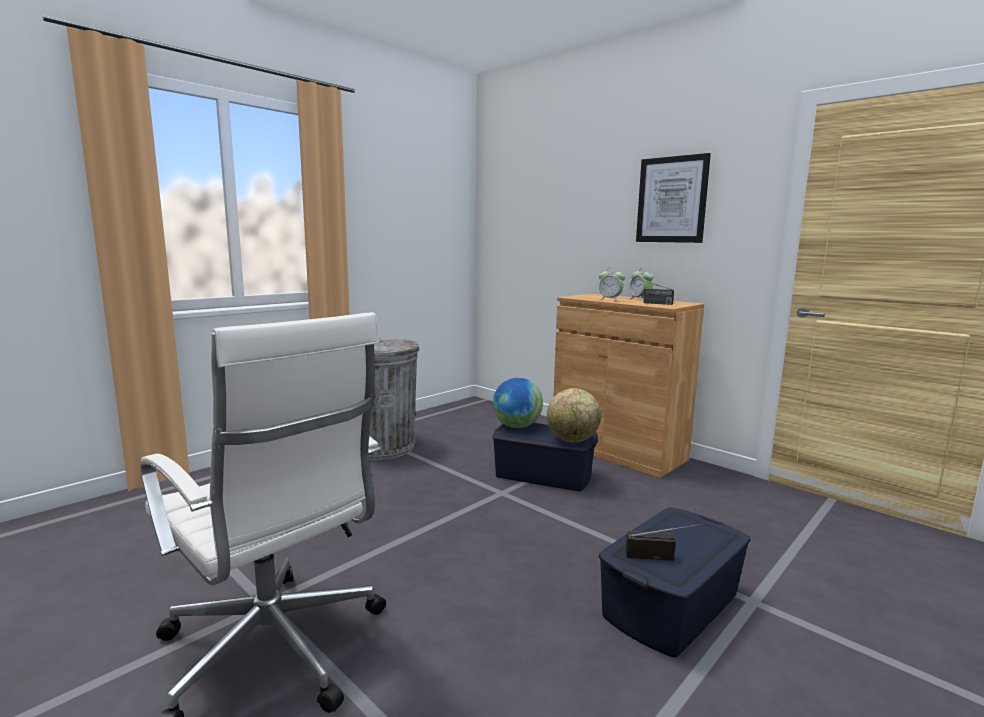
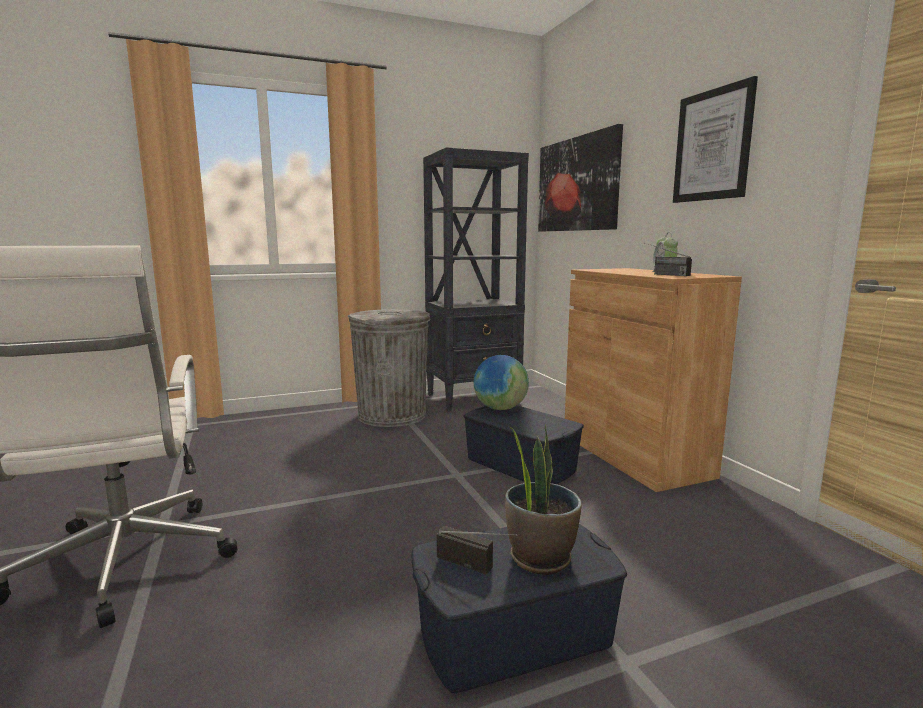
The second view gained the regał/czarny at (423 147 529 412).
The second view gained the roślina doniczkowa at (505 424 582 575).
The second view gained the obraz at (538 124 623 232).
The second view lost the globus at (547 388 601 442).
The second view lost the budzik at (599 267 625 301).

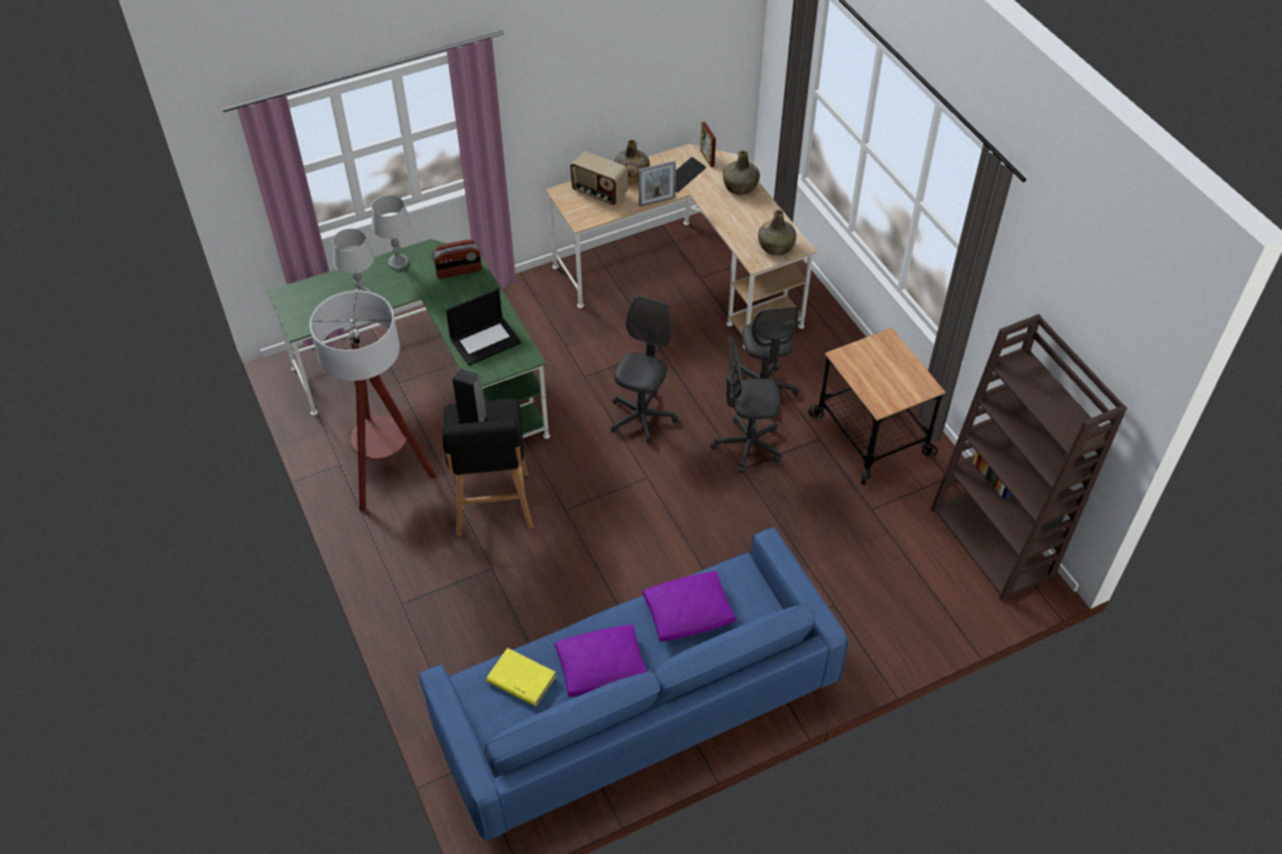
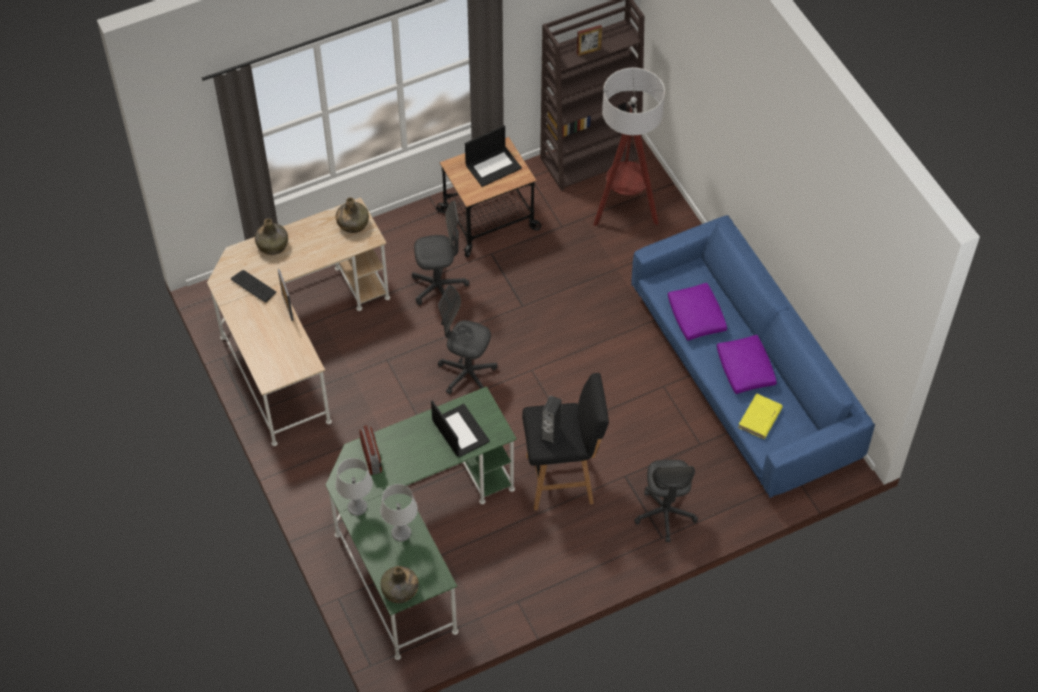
The butelka/zielony ended up elsewhere, having gone from (614 140 650 183) to (381 566 419 603).
The second view gained the laptop at (465 125 522 187).
The ramka na zdjęcie ended up elsewhere, having gone from (700 122 716 167) to (577 25 602 56).
The lampa stojąca ended up elsewhere, having gone from (310 290 436 512) to (593 68 665 226).
The krzesło biurowe/szary ended up elsewhere, having gone from (711 336 781 474) to (634 460 698 542).
The second view lost the radio at (570 151 628 205).

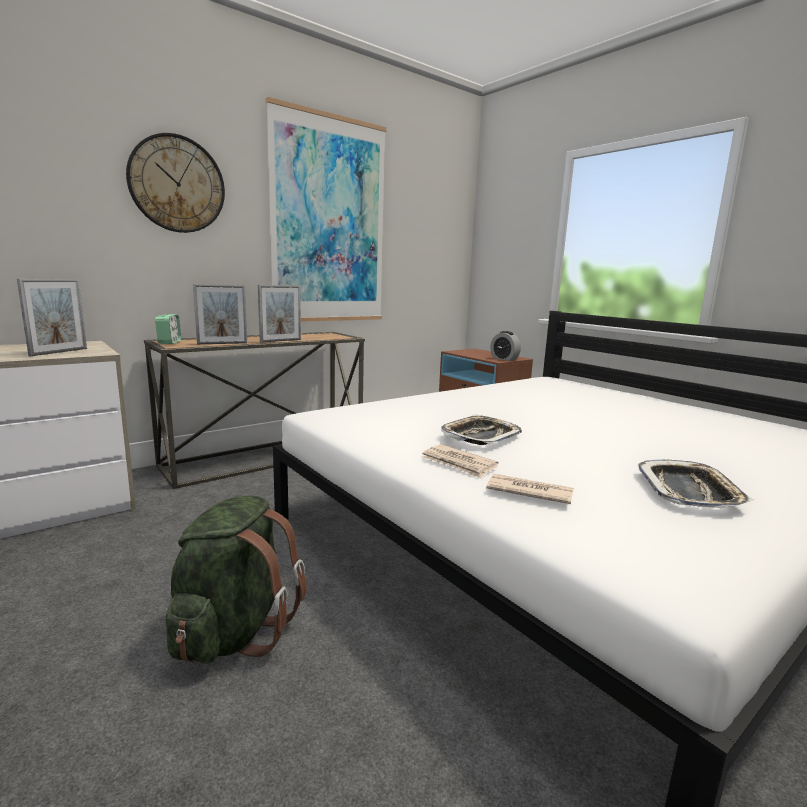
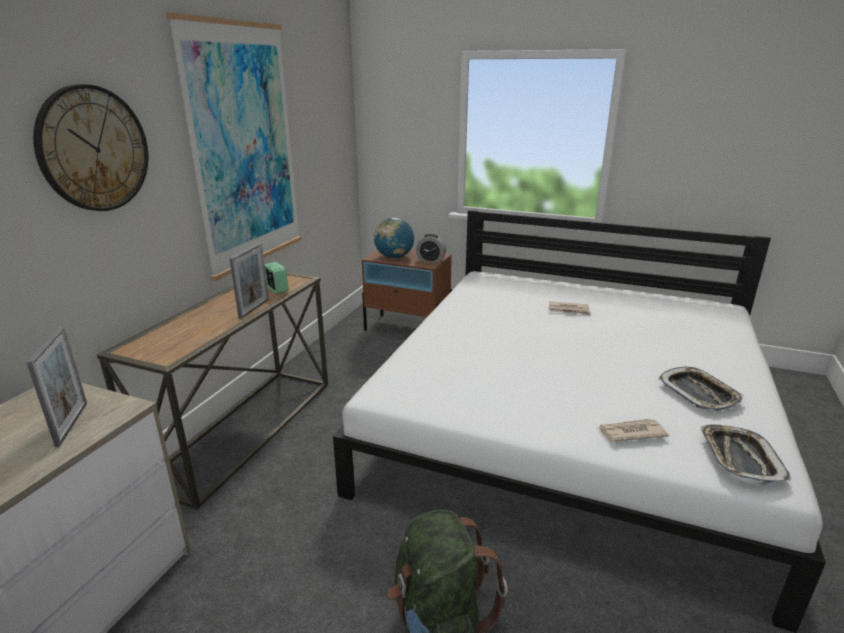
The budzik ended up elsewhere, having gone from (155 314 181 344) to (264 262 289 294).
The second view gained the globus at (374 218 414 259).
The gazeta ended up elsewhere, having gone from (421 444 498 479) to (549 301 591 315).
The taca ended up elsewhere, having gone from (441 415 522 445) to (700 424 791 486).
The second view lost the ramka na zdjęcie at (193 284 247 344).

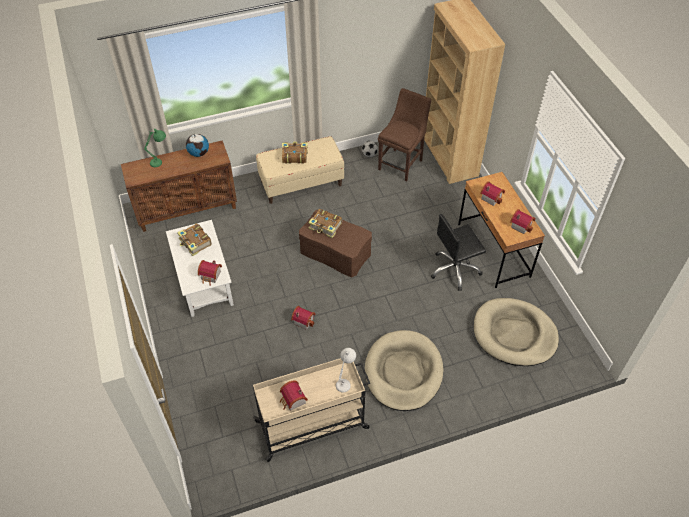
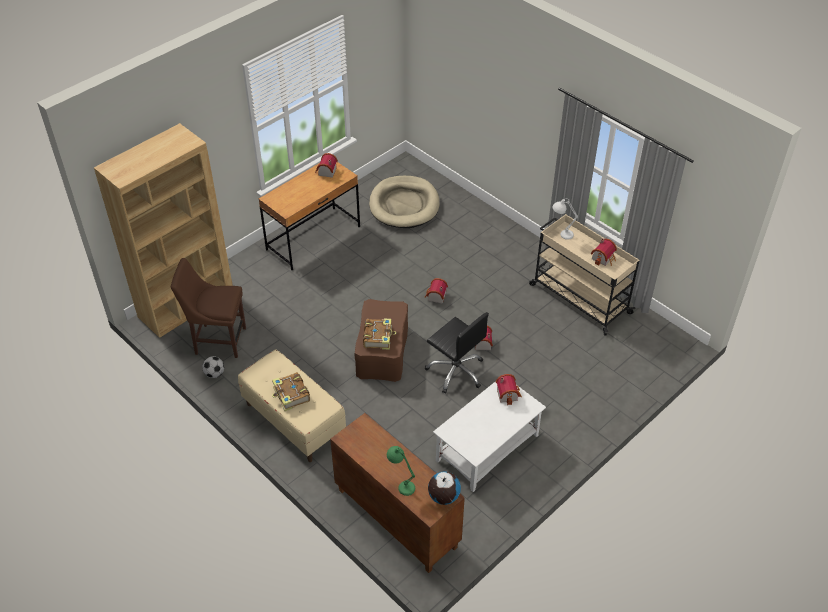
The domek ended up elsewhere, having gone from (480 181 505 206) to (425 278 448 304).
The krzesło biurowe/czarny ended up elsewhere, having gone from (431 214 486 291) to (425 312 489 394).
The globus ended up elsewhere, having gone from (186 134 209 157) to (428 472 461 505).
The second view lost the książka at (177 223 212 256).
The second view lost the legowisko/beżowy at (365 330 444 411).

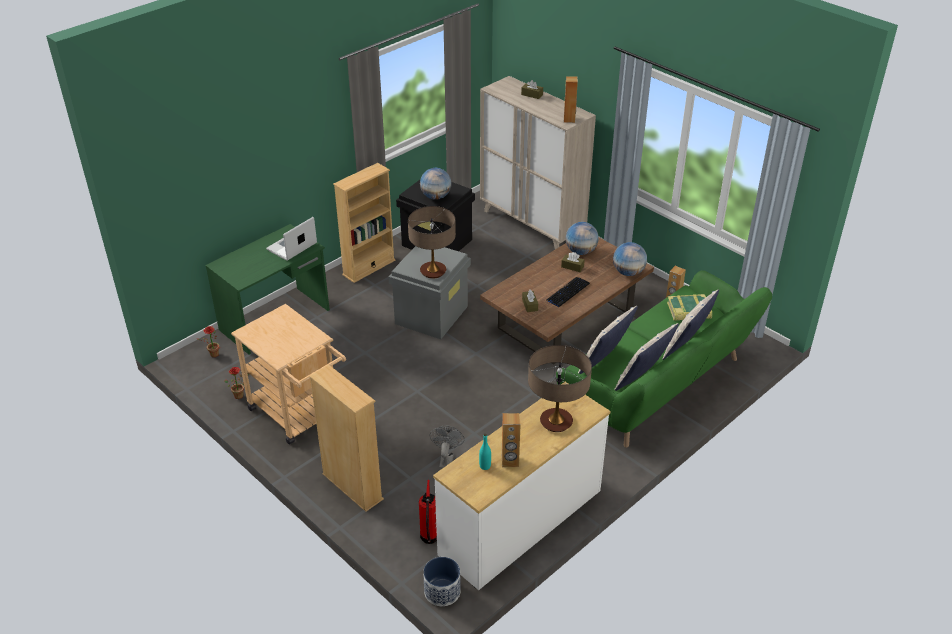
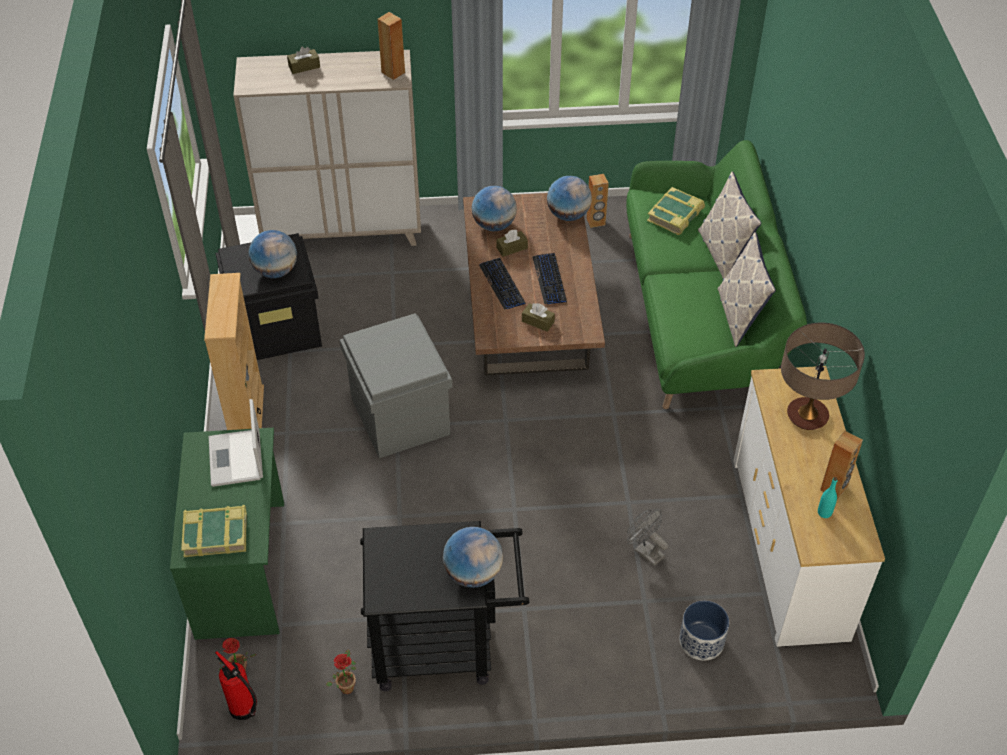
The second view gained the książka at (181 505 247 557).
The gaśnica ended up elsewhere, having gone from (419 480 437 544) to (215 651 257 720).
What was the wózek/beżowy at (231 304 346 445) turned into the wózek/czarny at (360 521 529 691).
The second view gained the globus at (443 527 503 588).
The second view gained the klawiatura at (479 258 526 310).
The donica ended up elsewhere, having gone from (423 557 461 606) to (679 601 729 661).
The second view lost the regał/beżowy at (309 364 384 512).
The second view lost the lampa stołowa at (408 206 456 279).
The second view lost the poduszka at (578 306 638 374).

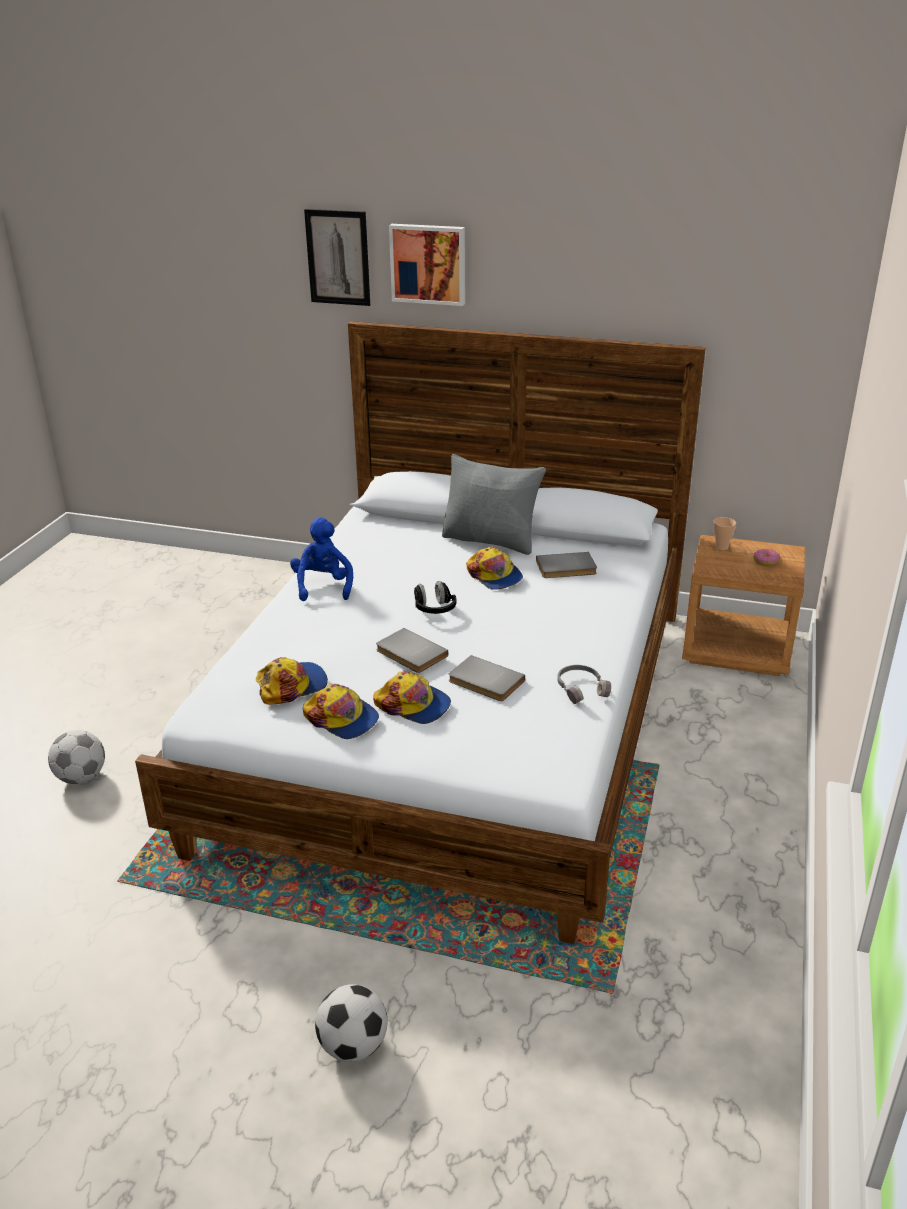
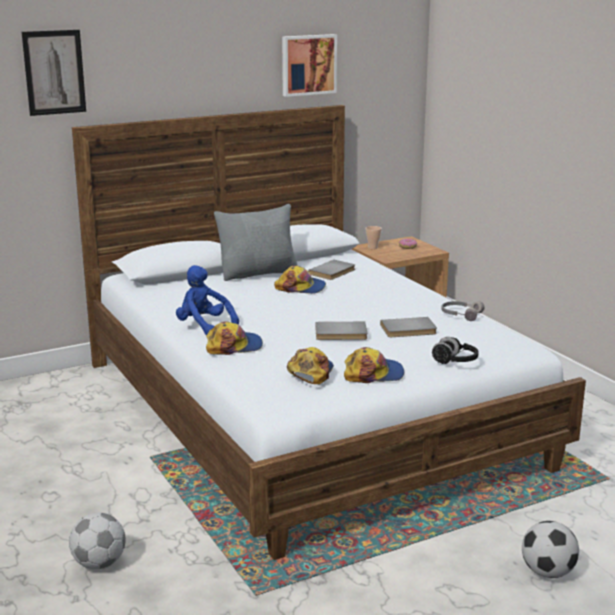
The czapka z daszkiem ended up elsewhere, having gone from (373 671 451 724) to (206 321 263 355).
The obraz ended up elsewhere, having gone from (389 224 465 306) to (282 34 337 97).
The słuchawki/czarny ended up elsewhere, having gone from (414 581 456 614) to (432 337 479 364).

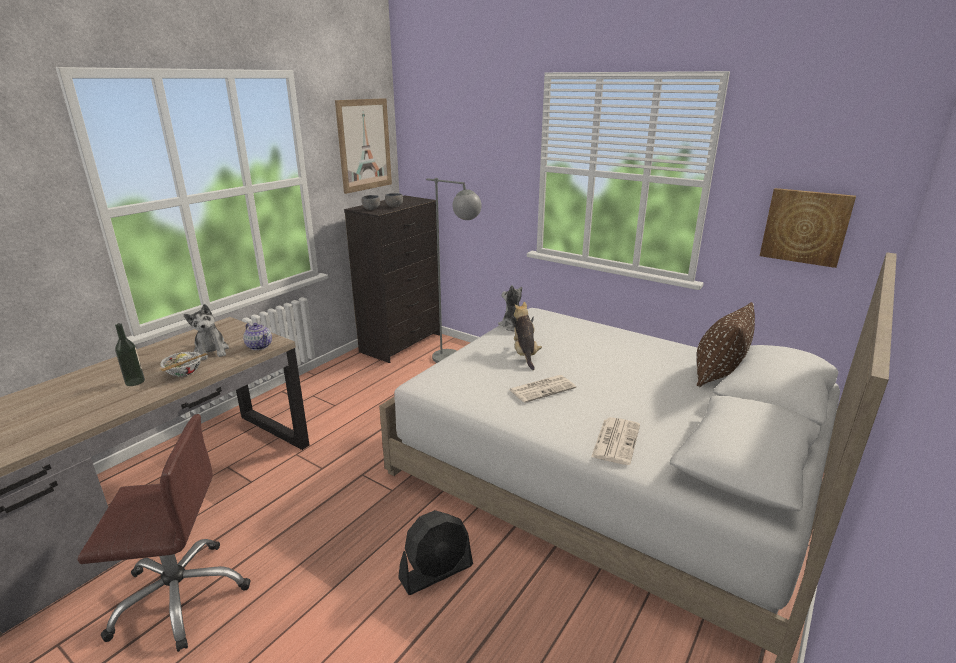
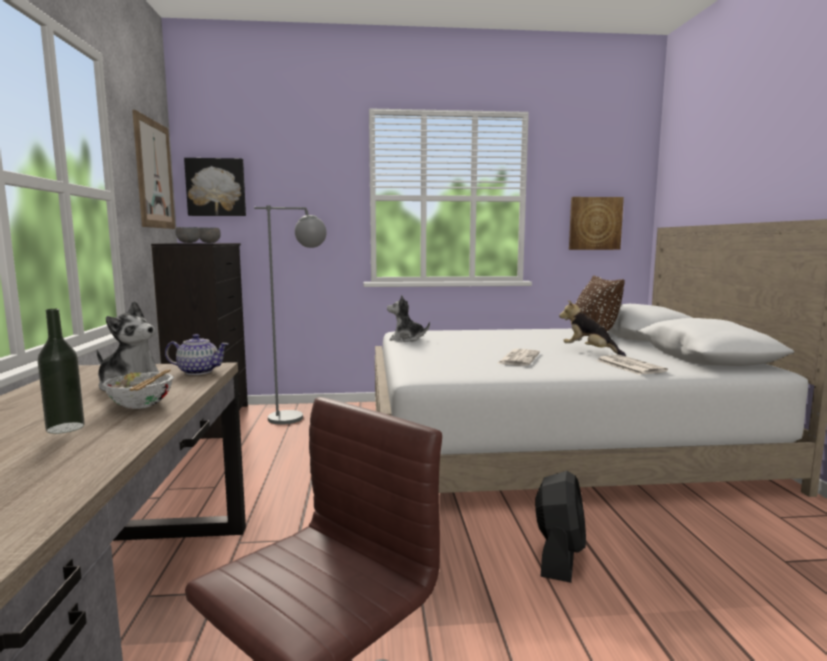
The second view gained the obraz at (184 158 246 216).
The pluszak ended up elsewhere, having gone from (514 302 542 370) to (559 300 626 356).

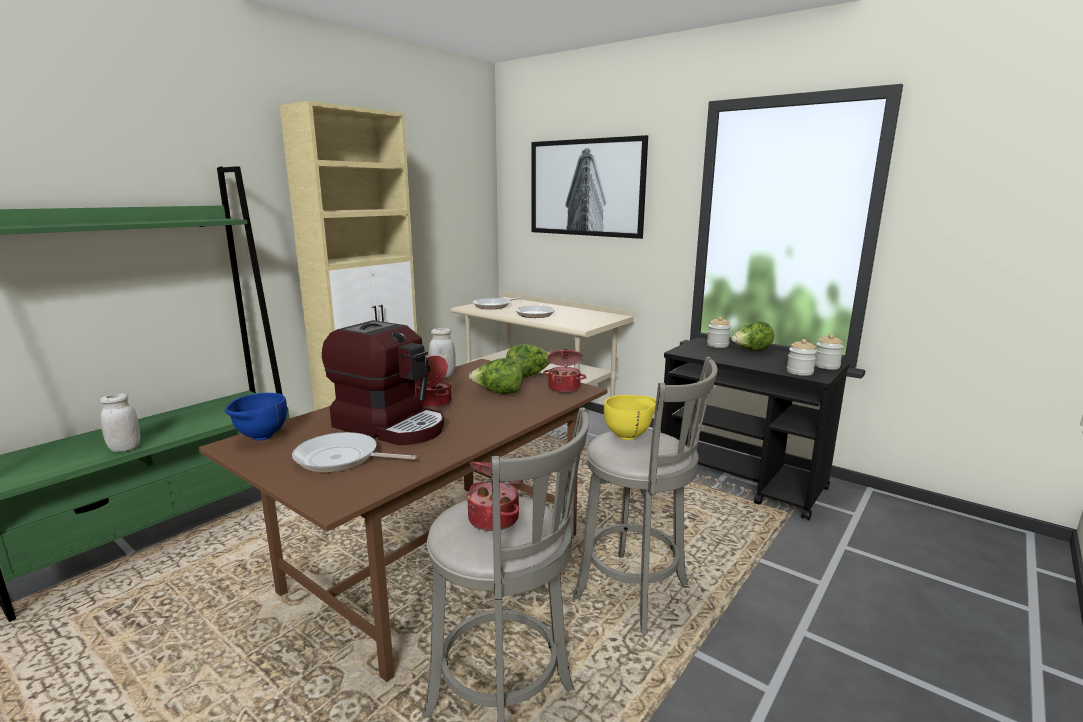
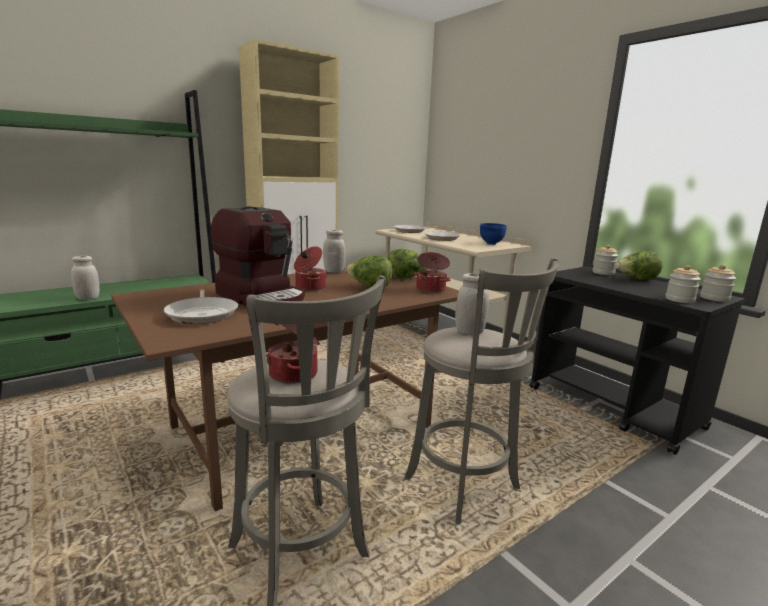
The patelnia at (292 432 417 472) ended up facing another way, 135 degrees counterclockwise from before.
Where the miska/żółty stood at (604 395 656 440), the słoik/biały came to stand at (455 273 489 335).
The miska/niebieski ended up elsewhere, having gone from (225 393 287 441) to (480 223 507 245).
The second view lost the obraz at (531 135 648 239).

